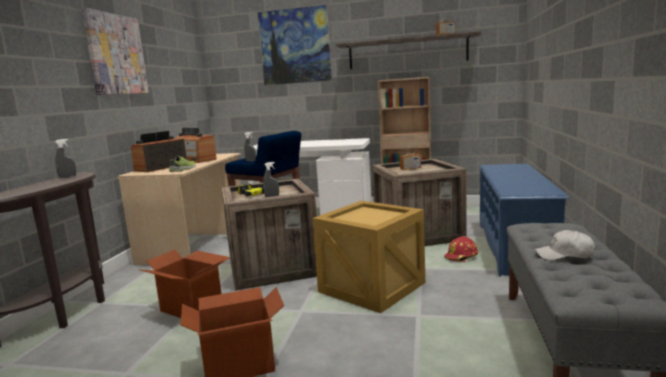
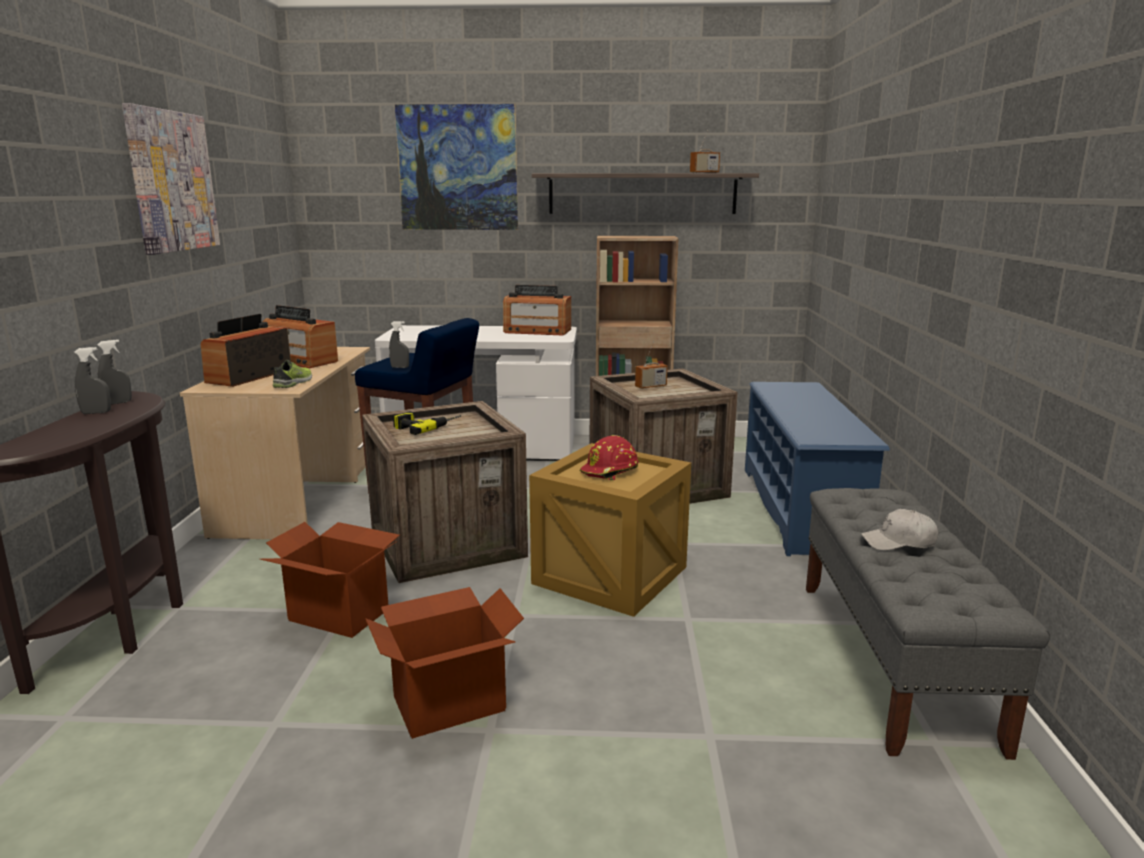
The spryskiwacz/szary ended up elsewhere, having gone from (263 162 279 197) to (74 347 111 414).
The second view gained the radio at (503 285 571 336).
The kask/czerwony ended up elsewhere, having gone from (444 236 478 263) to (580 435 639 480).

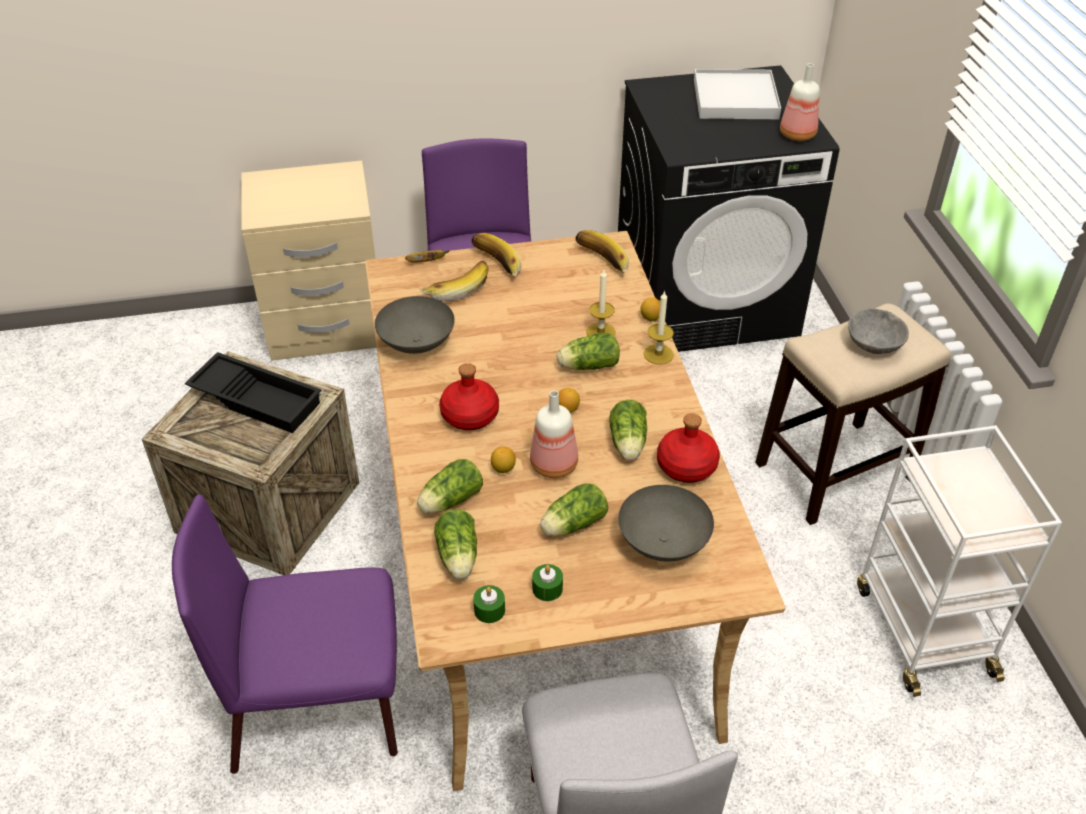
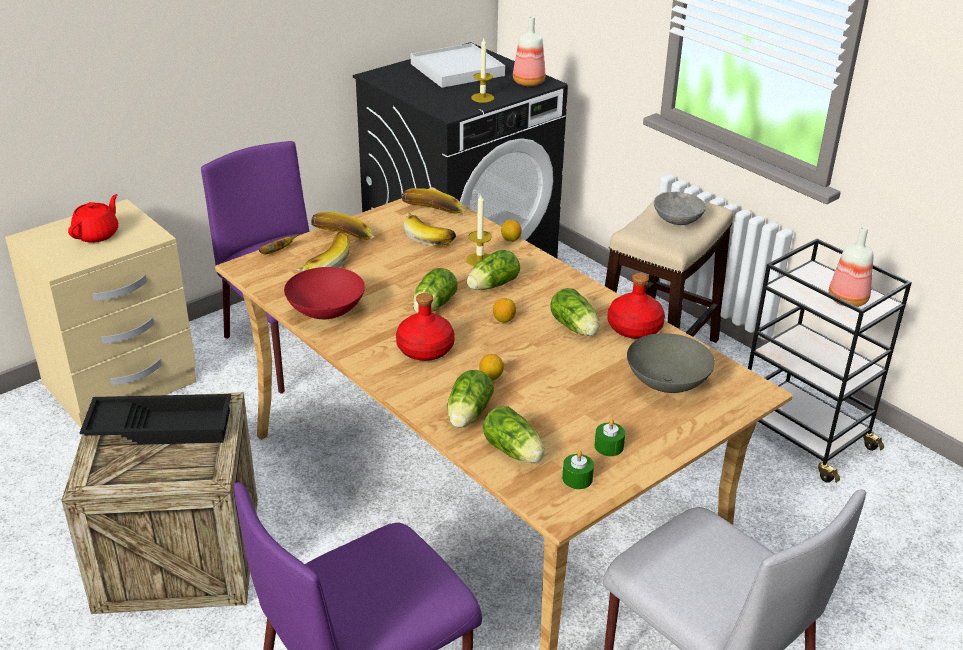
The second view gained the imbryk/czerwony at (68 194 118 243).
What was the miska/szary at (375 296 455 354) turned into the miska/czerwony at (284 267 365 319).
The second view gained the banan at (404 212 456 246).
The sałata ended up elsewhere, having gone from (540 483 608 537) to (413 268 458 313).
The świeca ended up elsewhere, having gone from (644 290 674 364) to (471 38 494 103).
What was the wózek/biały at (857 425 1062 697) turned into the wózek/czarny at (748 239 912 483).
The butelka ended up elsewhere, having gone from (530 391 578 478) to (829 227 873 307).

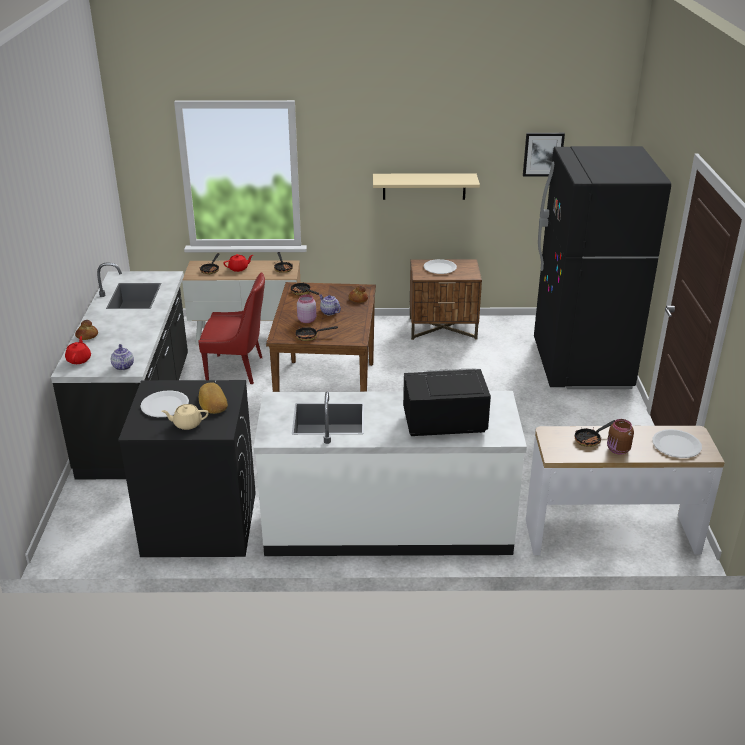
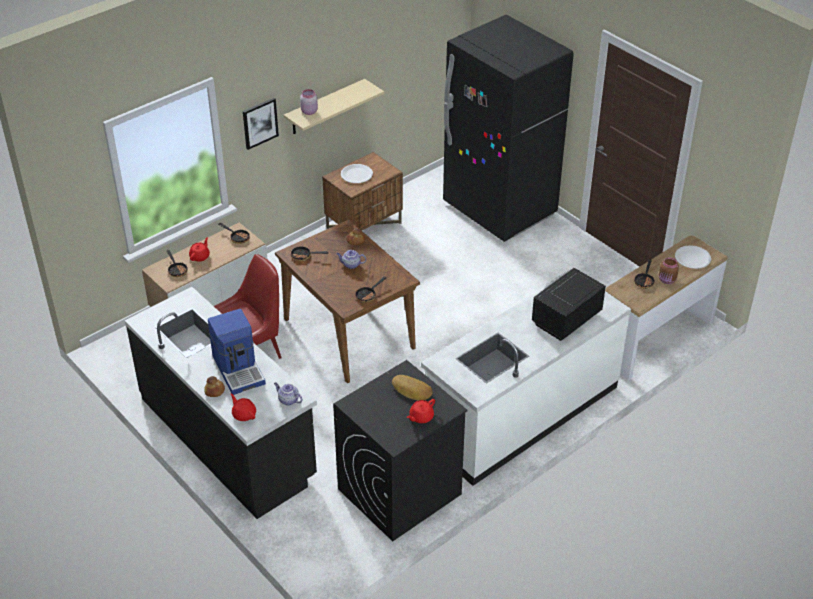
The second view gained the ekspres do kawy at (208 309 266 395).
The obraz ended up elsewhere, having gone from (523 133 565 177) to (243 98 279 150).
The słoik/różowy ended up elsewhere, having gone from (297 295 316 323) to (300 89 318 115).
What was the imbryk/beżowy at (162 404 209 430) turned into the imbryk/czerwony at (407 399 435 423).
The second view lost the talerz/biały at (140 390 189 417).

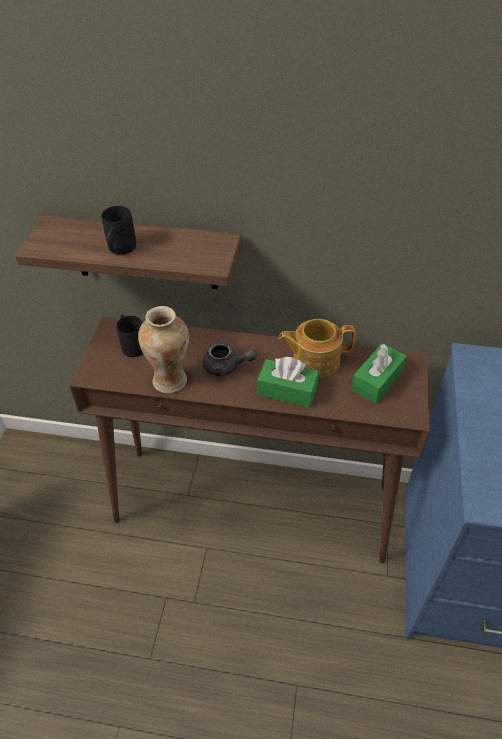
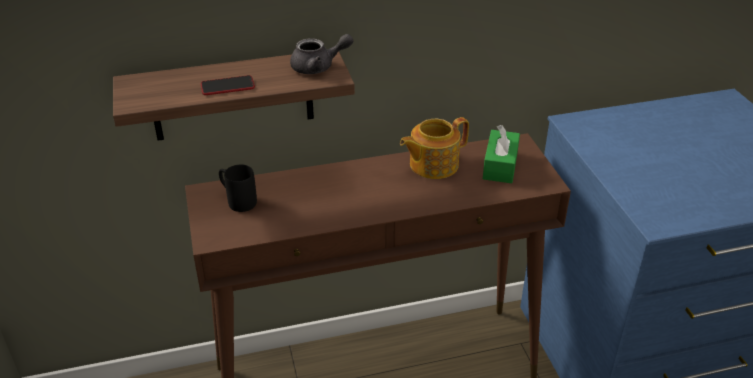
Where the kubek/czarny stood at (101 206 136 255), the telefon came to stand at (201 75 255 95).
The imbryk/szary ended up elsewhere, having gone from (203 342 257 377) to (290 34 353 74).
The second view lost the wazon at (138 306 189 393).
The second view lost the pudełko chusteczek/zielony at (257 357 319 408).

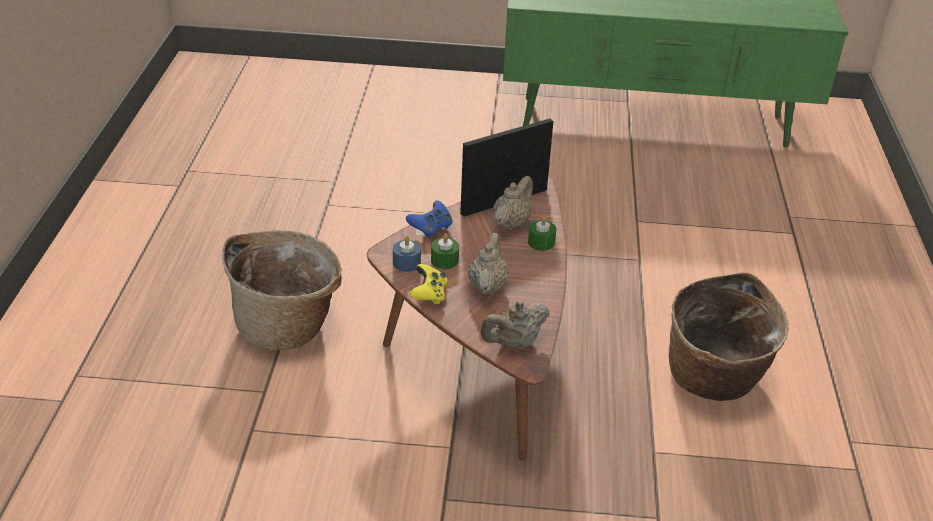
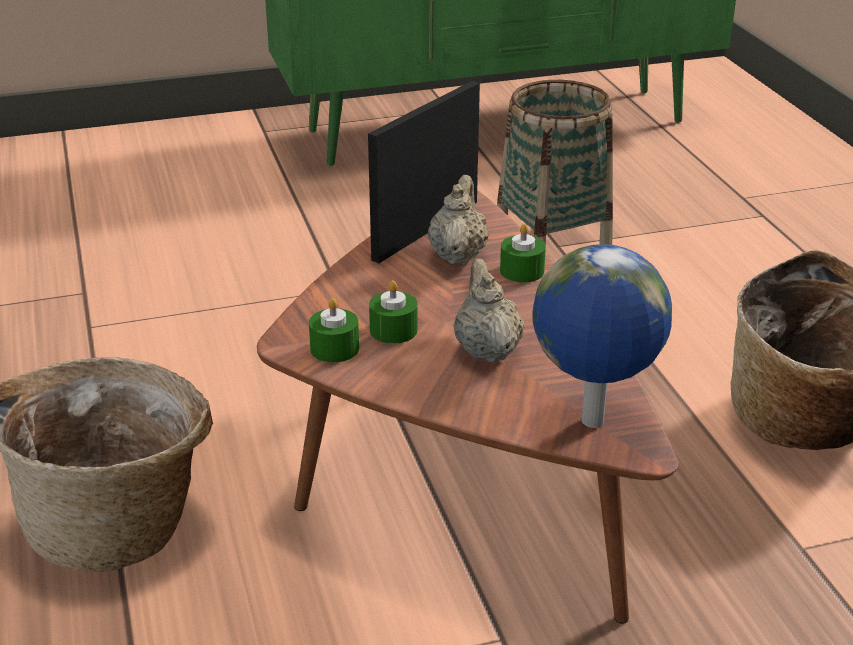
What was the świeca/niebieski at (393 236 421 272) turned into the świeca/zielony at (309 298 359 362).
The second view gained the koszyk at (497 80 613 245).
Where the imbryk/beżowy stood at (480 301 549 349), the globus came to stand at (532 244 672 428).
The second view lost the pad do gier/niebieski at (406 200 452 238).
The second view lost the pad do gier/żółty at (410 264 448 305).

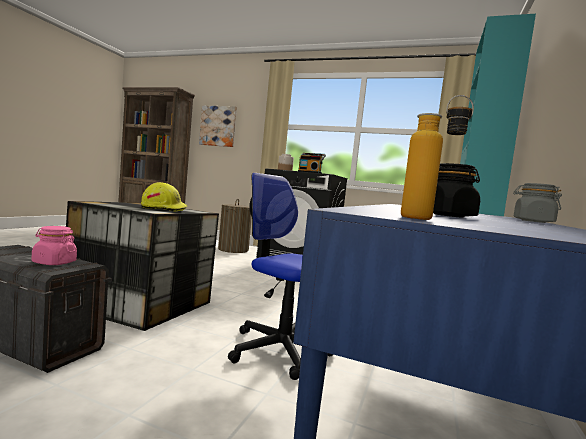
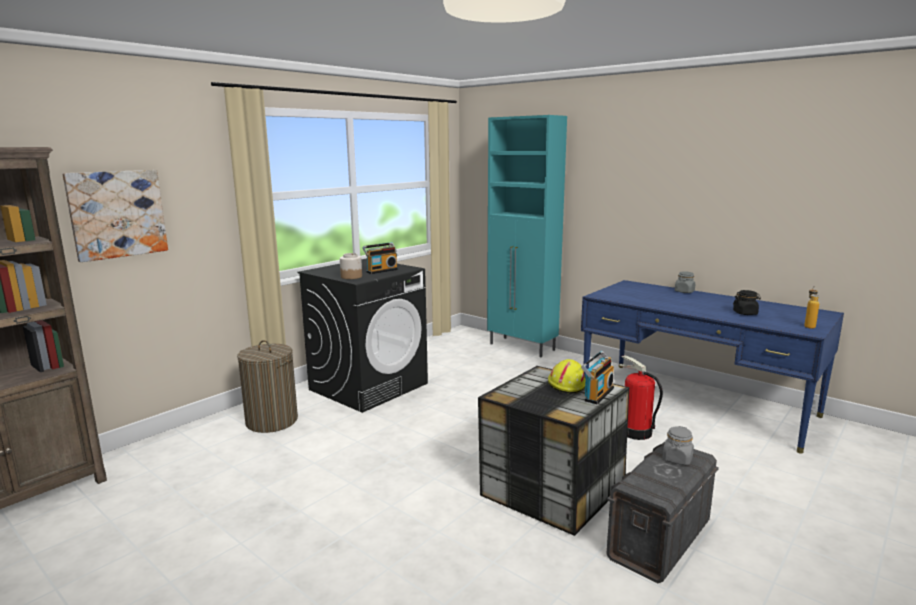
The second view gained the radio at (581 351 614 404).
Where the krzesło biurowe stood at (228 173 333 380), the gaśnica came to stand at (619 355 663 440).
What was the słoik/różowy at (32 226 77 265) turned into the słoik/szary at (663 426 694 465).

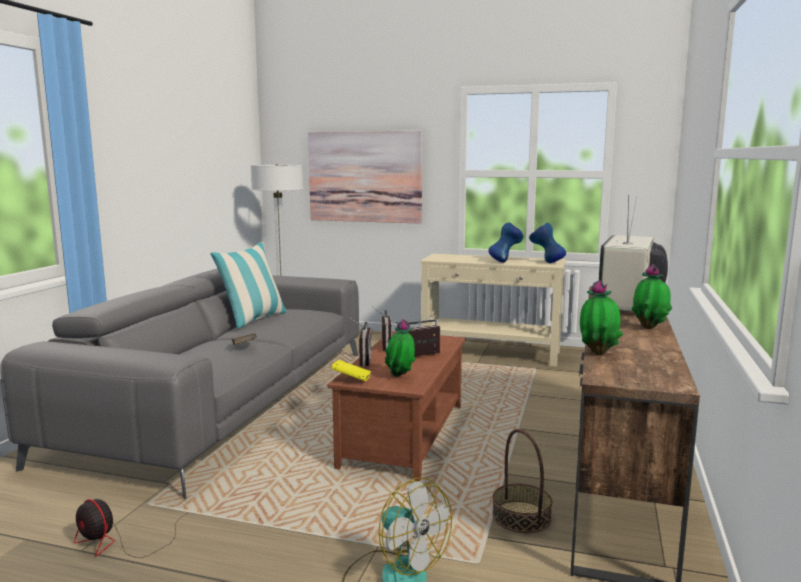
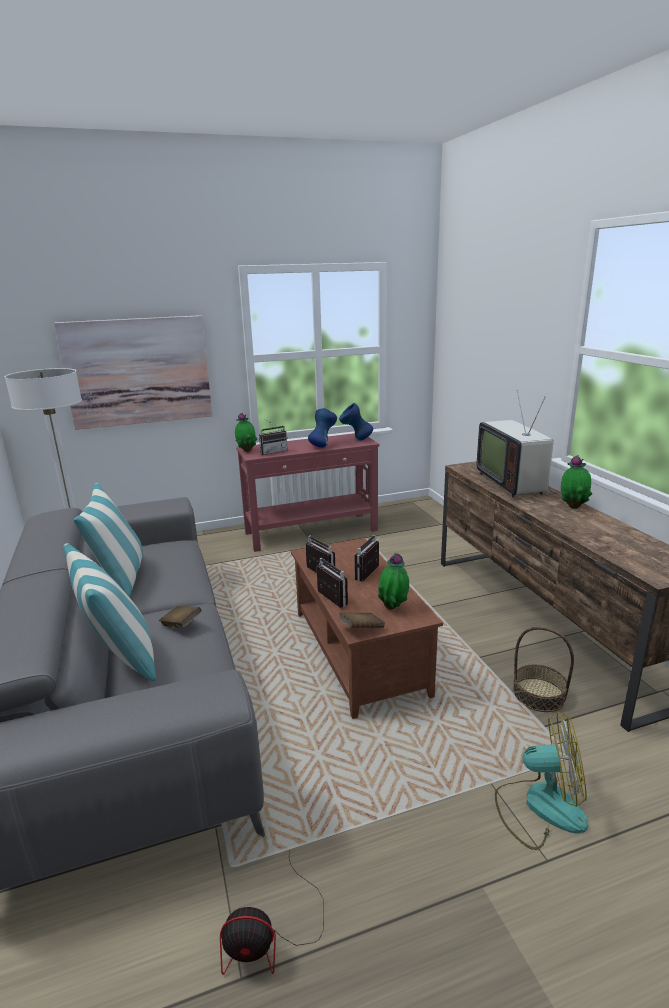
The second view gained the poduszka at (64 543 156 682).
The roślina doniczkowa ended up elsewhere, having gone from (580 280 623 355) to (235 413 257 452).
What was the stolik konsolowy/beżowy at (420 254 566 367) turned into the stolik konsolowy/czerwony at (236 433 380 552).
The second view gained the radio at (259 419 288 455).
What was the książka/żółty at (331 360 371 381) turned into the książka/brązowy at (339 612 385 628).

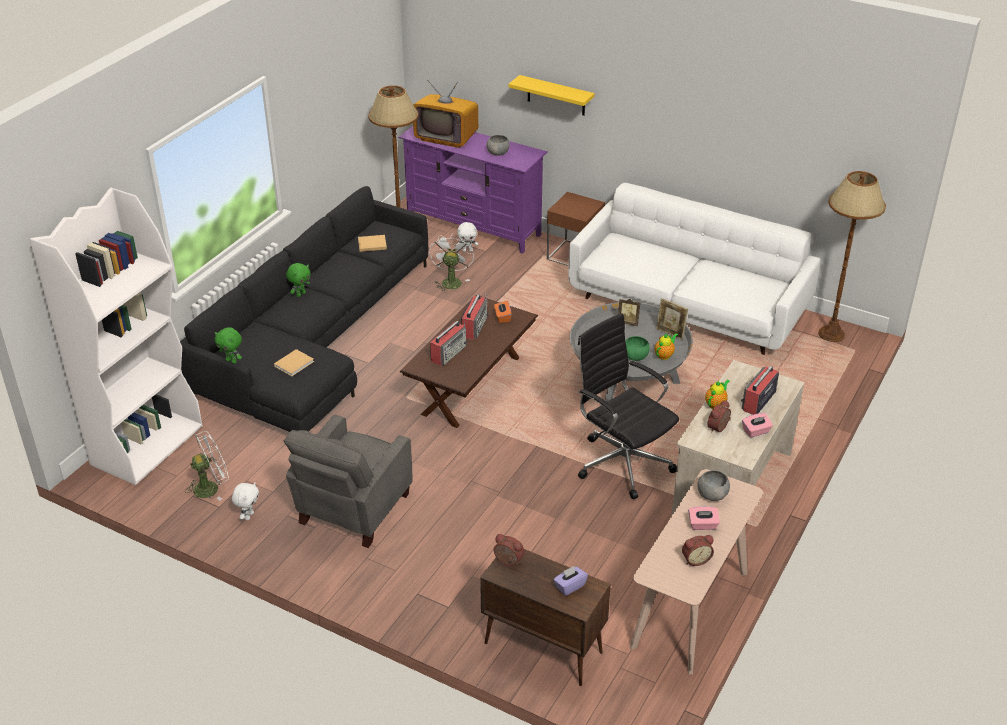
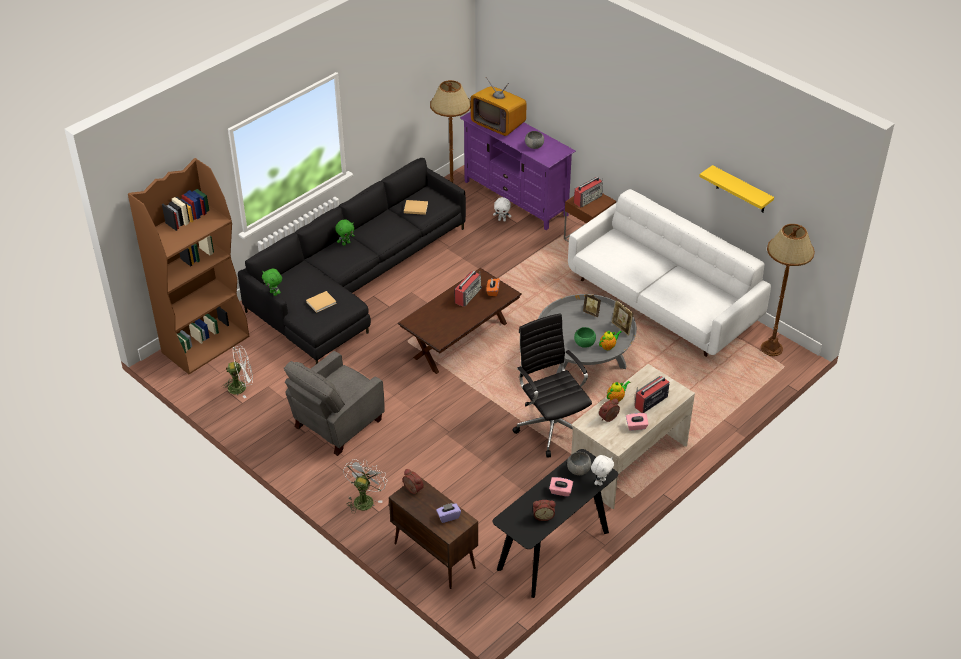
What was the regał/biały at (29 188 203 485) turned into the regał/brązowy at (128 158 249 374).
The wentylator/biały ended up elsewhere, having gone from (429 234 474 293) to (343 459 387 514).
What was the stolik konsolowy/beżowy at (630 469 763 674) turned into the stolik konsolowy/czarny at (493 449 618 598).
The radio ended up elsewhere, having gone from (430 321 467 366) to (574 177 603 207).
The pluszak/biały ended up elsewhere, having gone from (232 483 259 520) to (591 455 614 486).
The półka/żółty ended up elsewhere, having gone from (509 75 595 115) to (699 165 774 213).

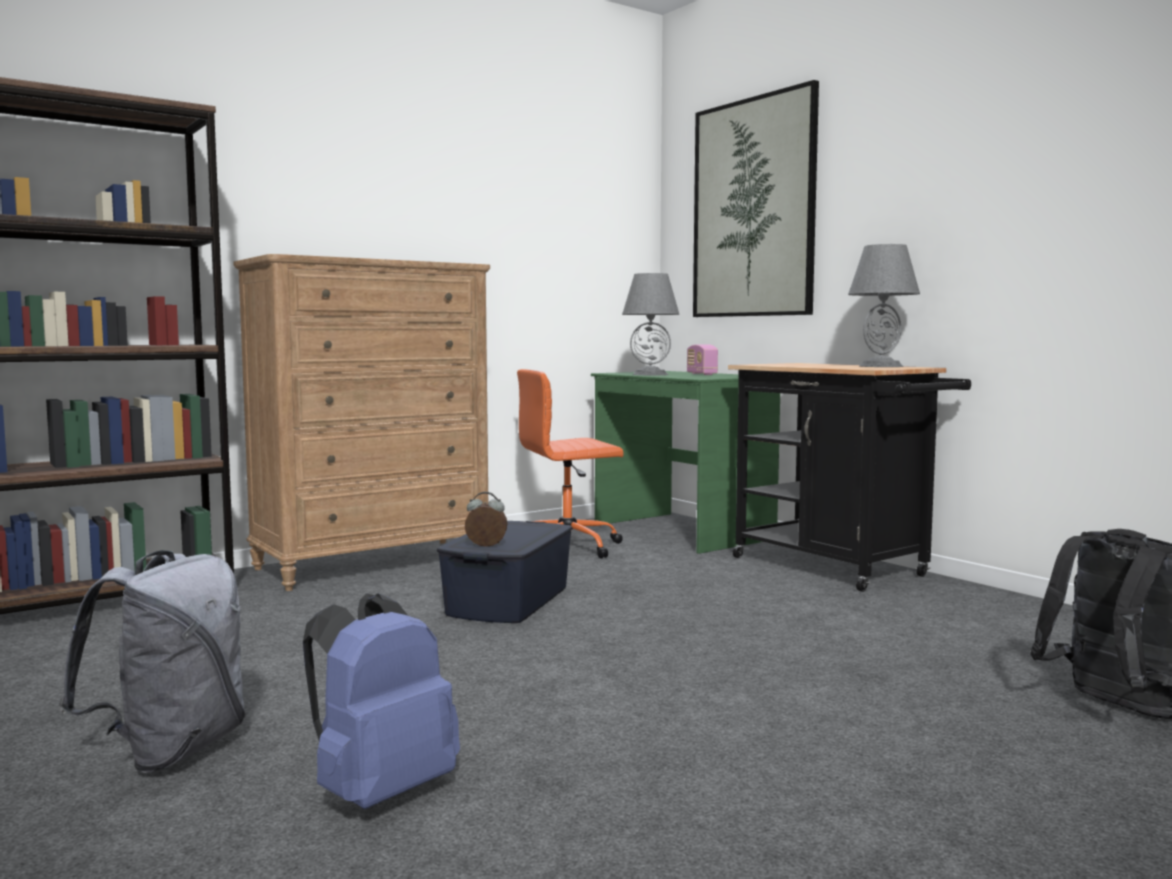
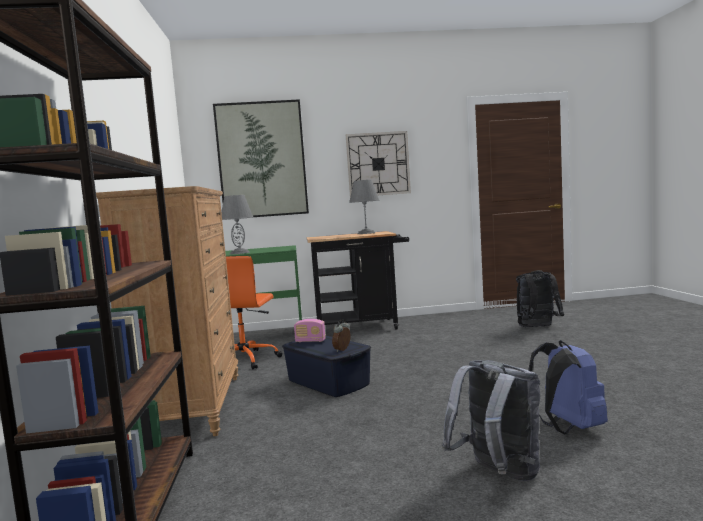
The radio ended up elsewhere, having gone from (687 344 718 375) to (294 319 326 342).
The second view gained the zegar ścienny at (346 131 411 197).

